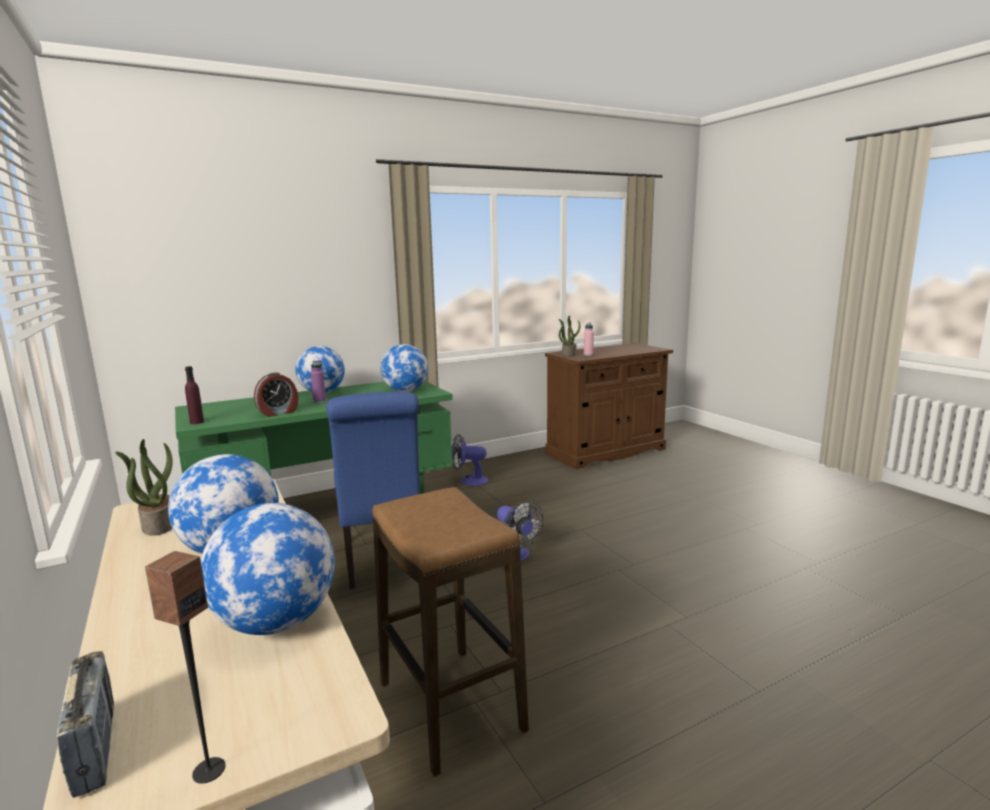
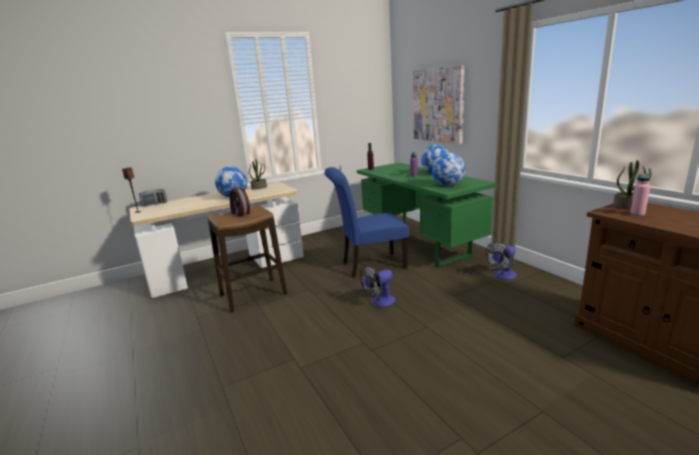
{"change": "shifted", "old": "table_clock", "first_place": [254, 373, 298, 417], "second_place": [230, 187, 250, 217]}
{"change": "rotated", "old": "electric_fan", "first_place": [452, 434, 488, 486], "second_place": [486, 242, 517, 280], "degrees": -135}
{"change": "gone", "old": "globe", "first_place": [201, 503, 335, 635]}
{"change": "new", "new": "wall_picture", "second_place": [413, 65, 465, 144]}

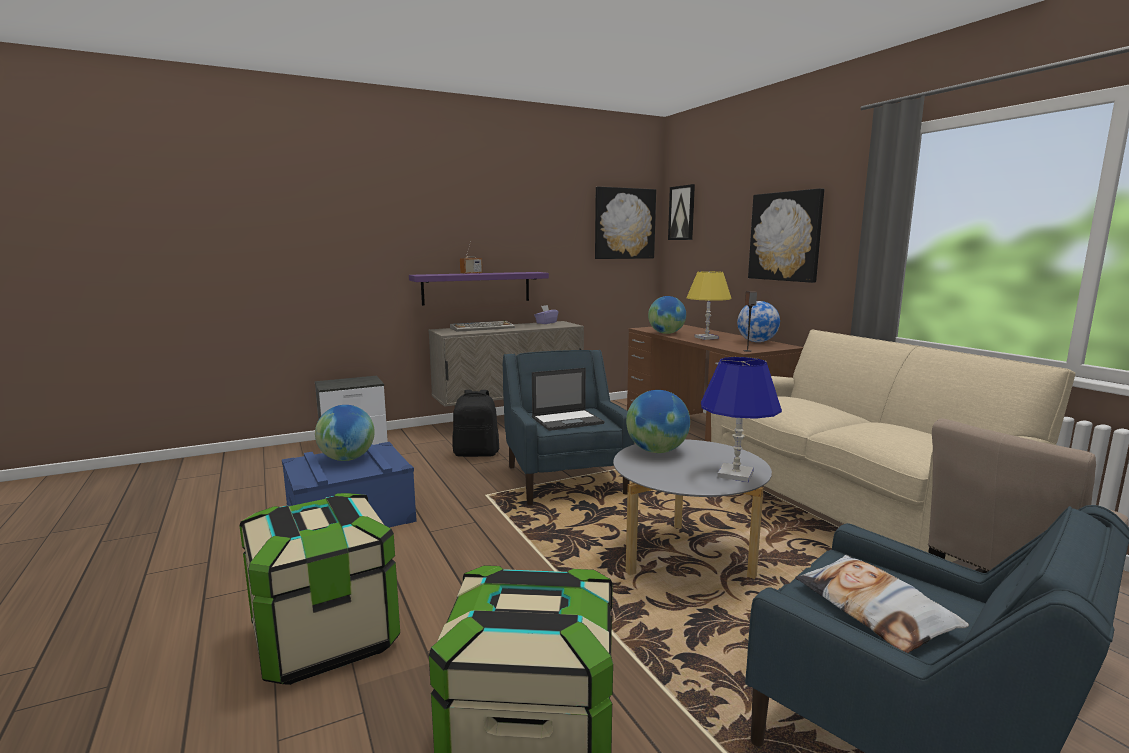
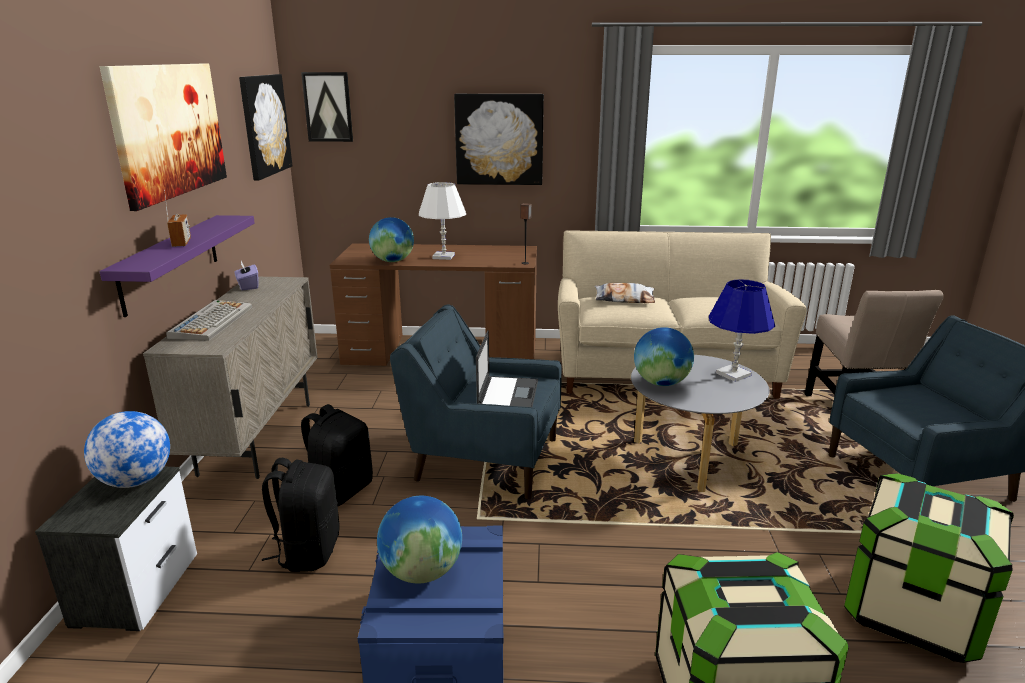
{"change": "repainted", "old": "yellow_table_lamp", "new": "white_table_lamp", "first_place": [687, 271, 731, 340], "second_place": [419, 182, 466, 260]}
{"change": "shifted", "old": "globe", "first_place": [737, 301, 780, 342], "second_place": [84, 411, 170, 488]}
{"change": "shifted", "old": "pillow", "first_place": [795, 555, 969, 653], "second_place": [595, 283, 655, 303]}
{"change": "new", "new": "wall_picture", "second_place": [100, 64, 227, 211]}
{"change": "new", "new": "blackish_backpack", "second_place": [262, 458, 340, 572]}

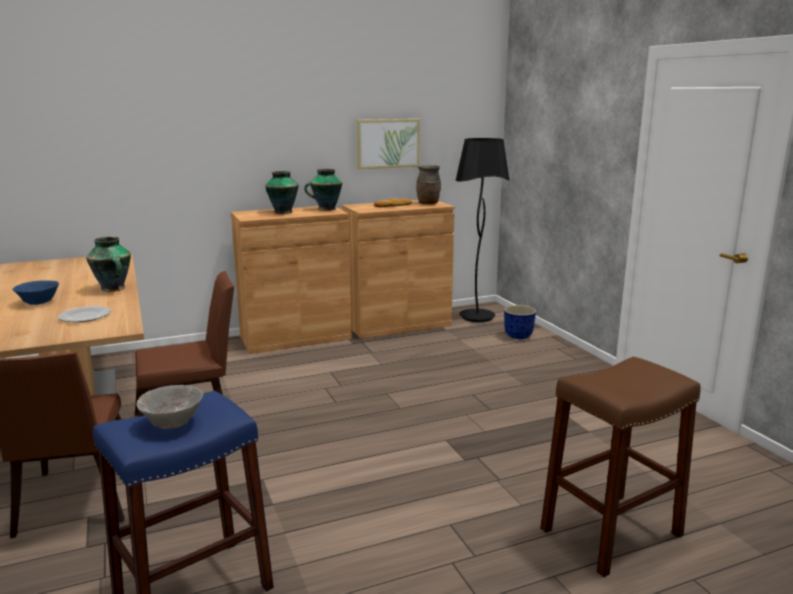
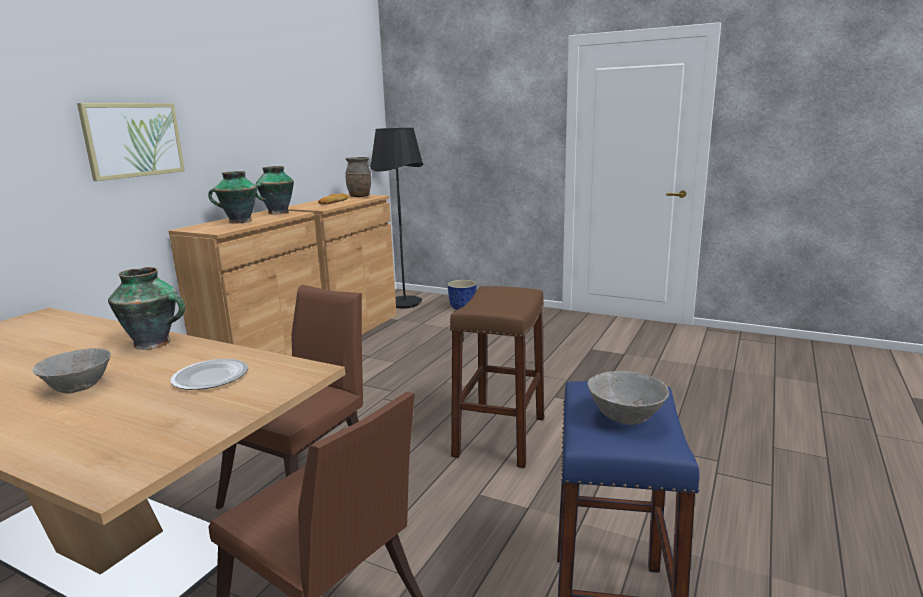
{"change": "shifted", "old": "wall_picture", "first_place": [356, 119, 420, 169], "second_place": [77, 103, 185, 181]}
{"change": "repainted", "old": "blue-coloured_serving_bowl", "new": "gray_serving_bowl", "first_place": [12, 280, 59, 305], "second_place": [33, 348, 111, 394]}
{"change": "shifted", "old": "brown-coloured_stool", "first_place": [540, 357, 701, 577], "second_place": [450, 286, 544, 468]}

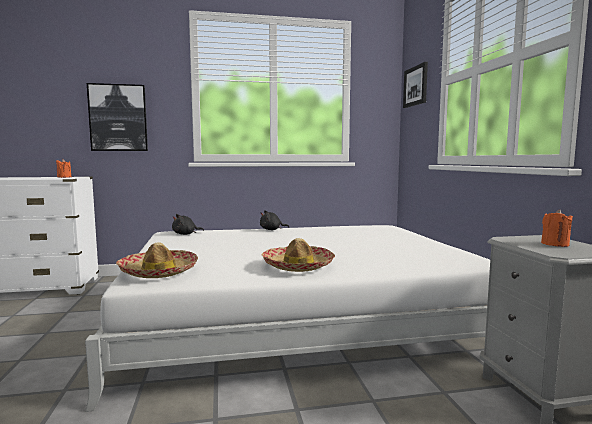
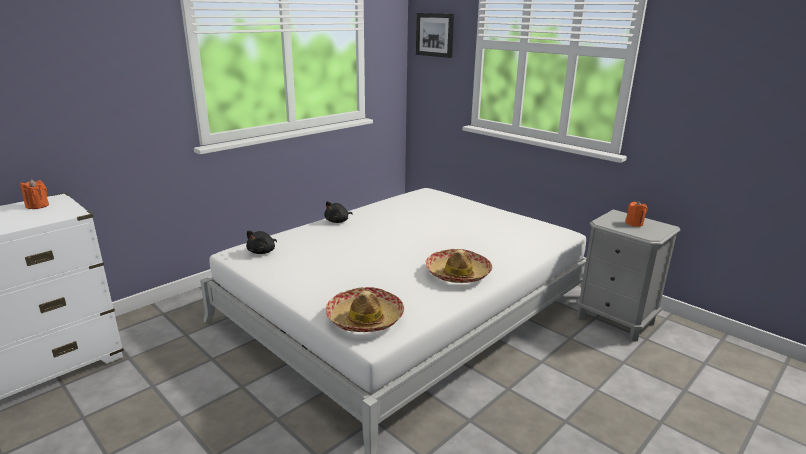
{"change": "gone", "old": "wall_picture", "first_place": [87, 83, 148, 151]}

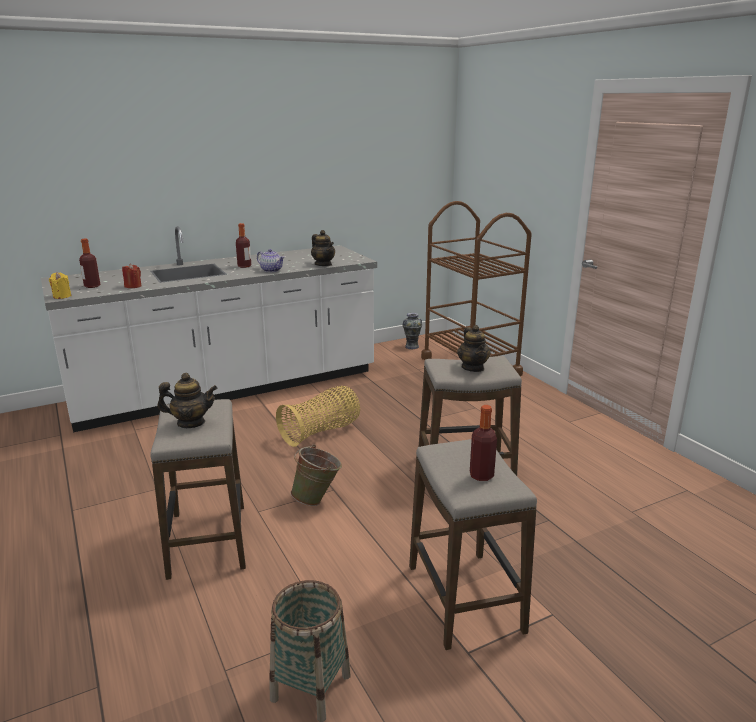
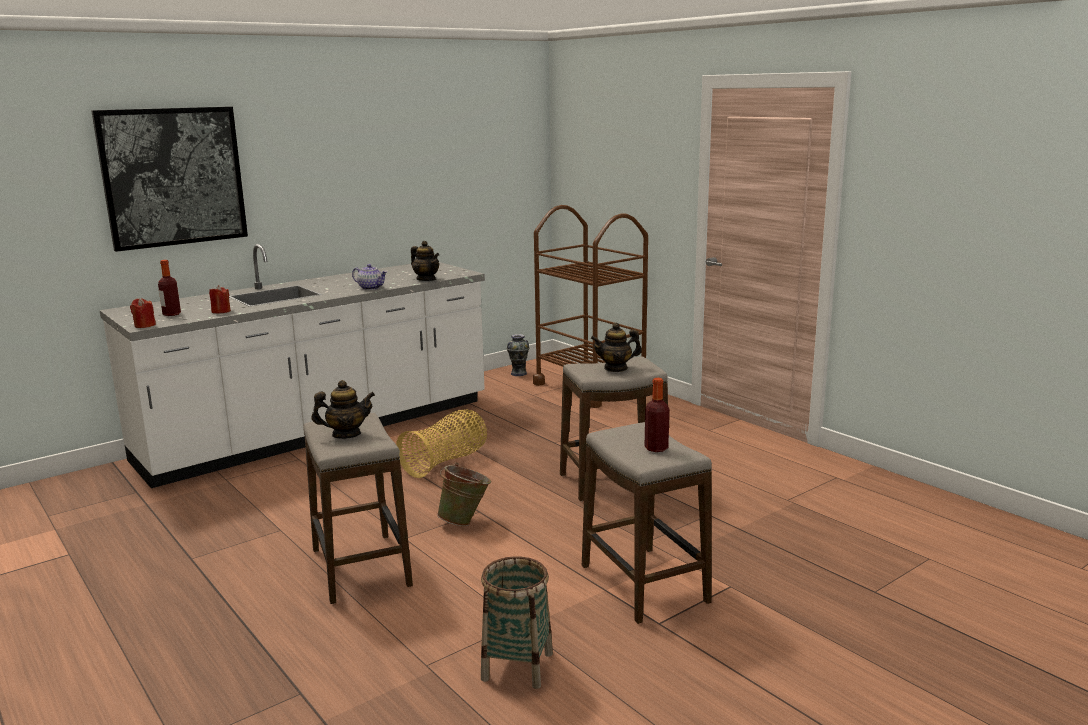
{"change": "gone", "old": "drink_bottle", "first_place": [236, 223, 251, 268]}
{"change": "repainted", "old": "yellow_candle", "new": "red-coloured_candle", "first_place": [49, 272, 71, 299], "second_place": [130, 298, 156, 328]}
{"change": "rotated", "old": "tea_pot", "first_place": [457, 325, 491, 372], "second_place": [591, 323, 642, 372], "degrees": 105}
{"change": "new", "new": "wall_picture", "second_place": [91, 107, 248, 252]}

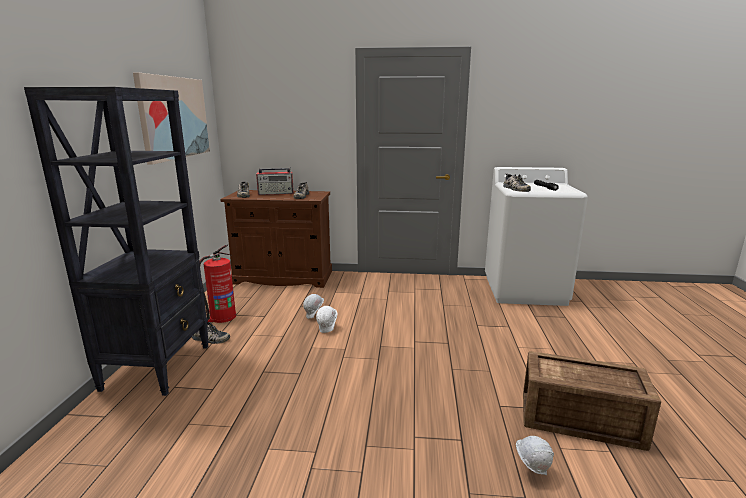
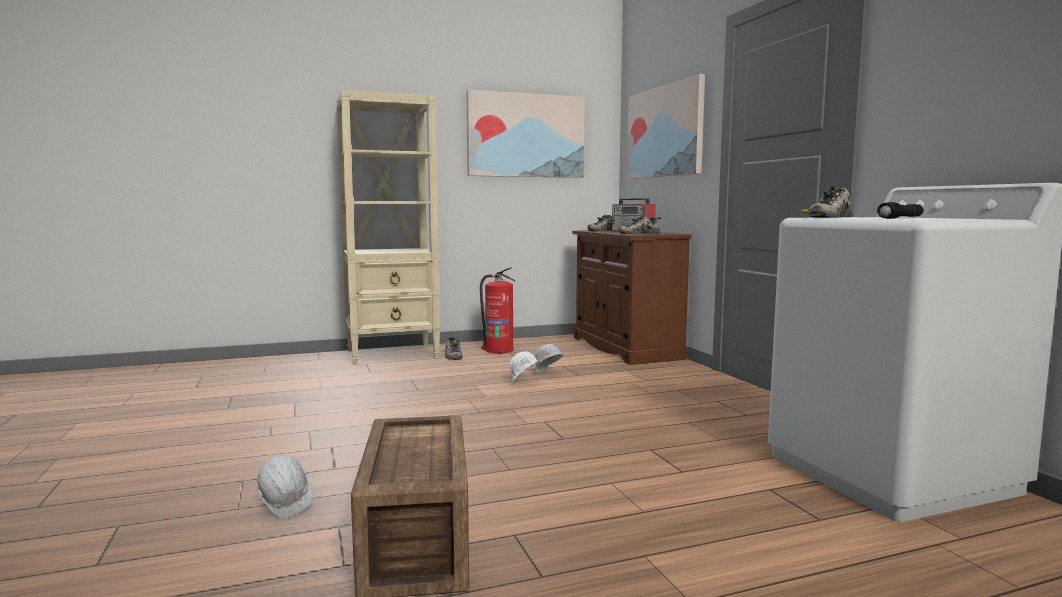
{"change": "repainted", "old": "blackish_bookshelf", "new": "beige_bookshelf", "first_place": [24, 87, 209, 396], "second_place": [337, 90, 440, 365]}
{"change": "new", "new": "wall_picture", "second_place": [627, 74, 705, 179]}

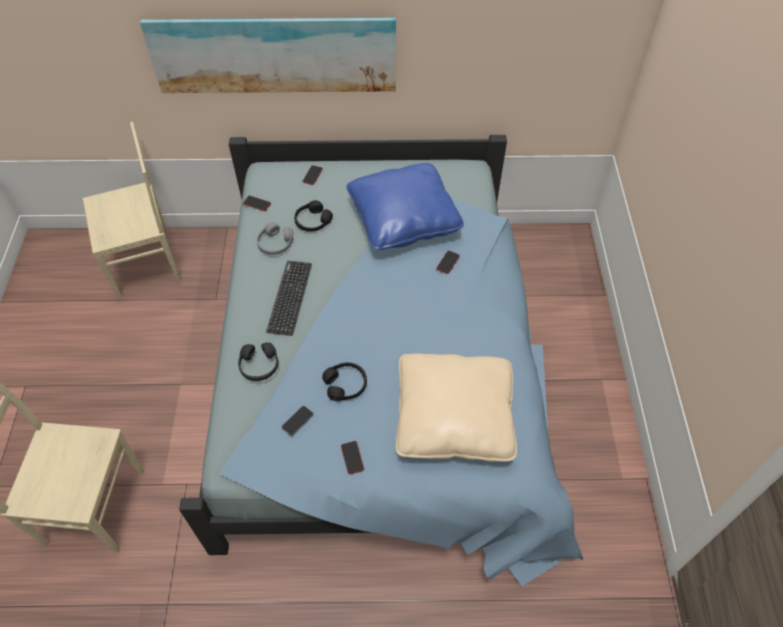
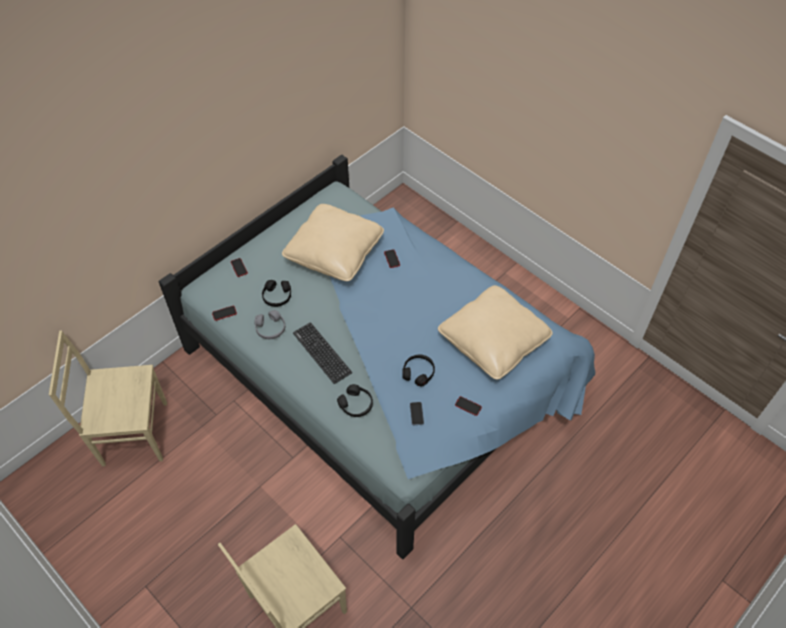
{"change": "gone", "old": "wall_picture", "first_place": [140, 18, 396, 93]}
{"change": "rotated", "old": "beige_plain_chair", "first_place": [83, 122, 181, 299], "second_place": [49, 330, 167, 466], "degrees": -120}
{"change": "repainted", "old": "blue-coloured_pillow", "new": "beige_pillow", "first_place": [346, 163, 464, 250], "second_place": [282, 204, 384, 281]}

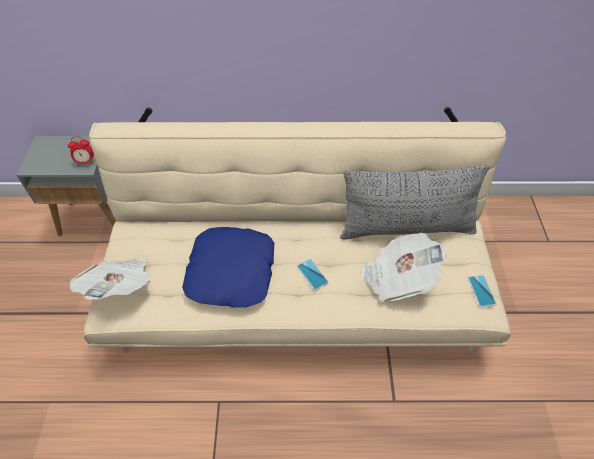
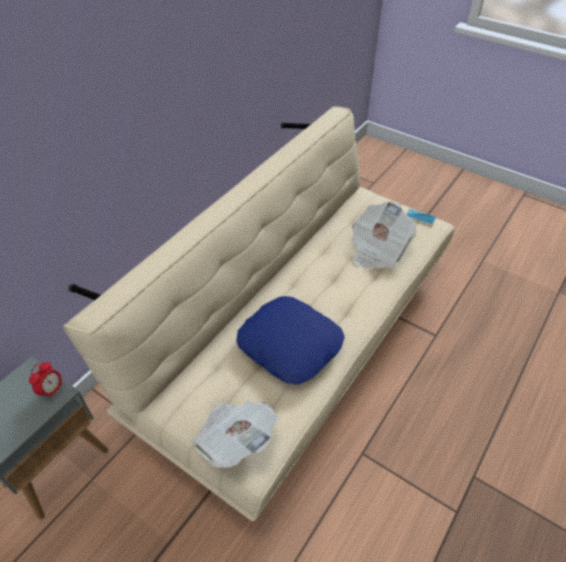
{"change": "gone", "old": "gray_pillow", "first_place": [340, 165, 490, 240]}
{"change": "gone", "old": "handset", "first_place": [297, 259, 329, 290]}

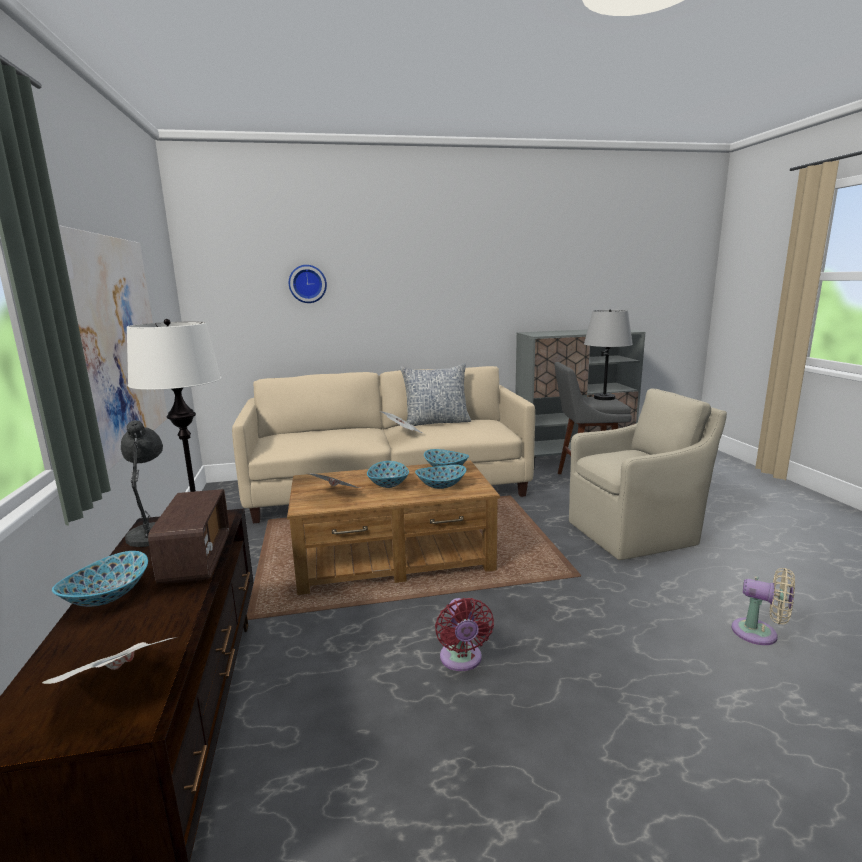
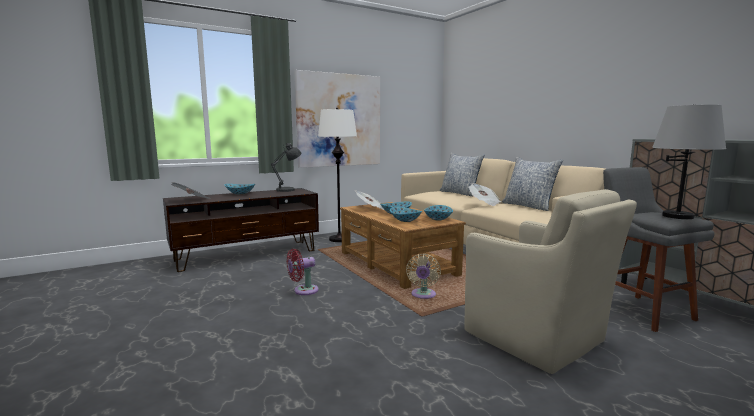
{"change": "gone", "old": "hanging_clock", "first_place": [289, 265, 327, 303]}
{"change": "gone", "old": "radio_receiver", "first_place": [148, 489, 229, 584]}
{"change": "shifted", "old": "beige_electric_fan", "first_place": [731, 568, 795, 645], "second_place": [406, 254, 441, 299]}
{"change": "new", "new": "pillow", "second_place": [440, 153, 485, 196]}

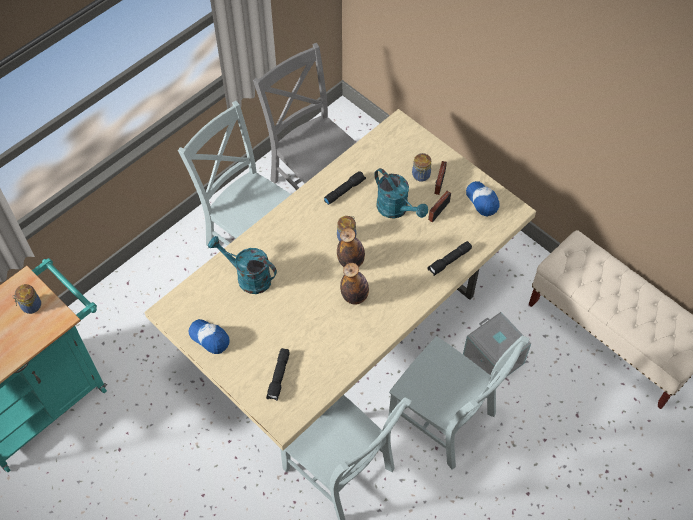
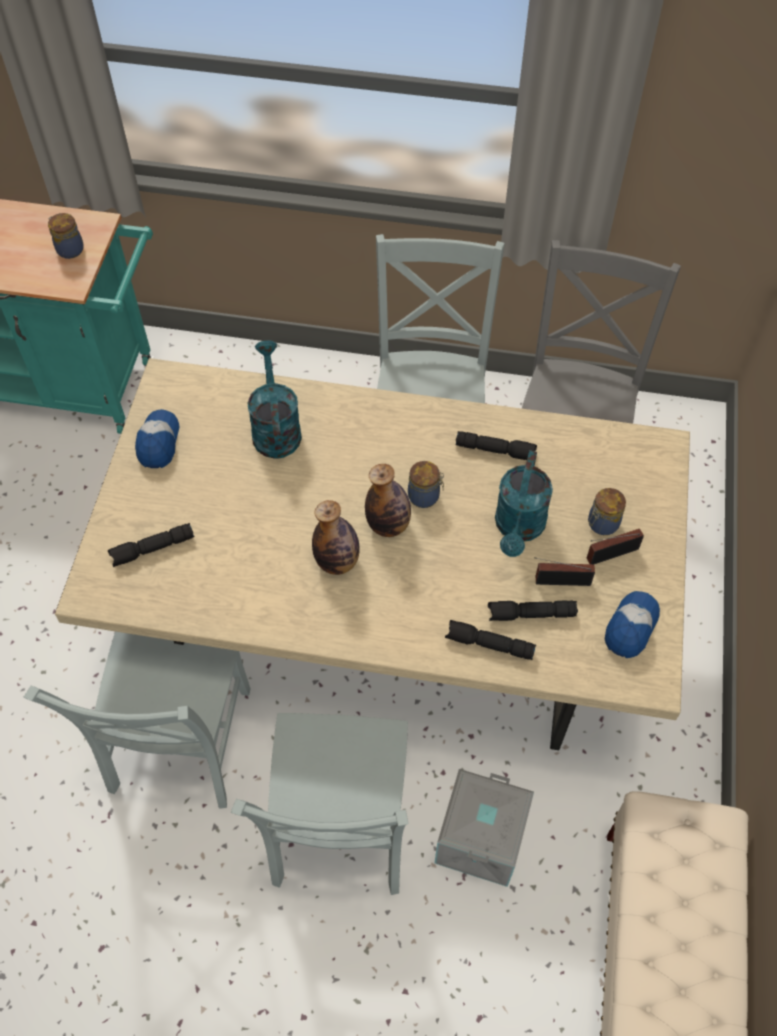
{"change": "new", "new": "blackish_torch", "second_place": [488, 600, 578, 621]}

